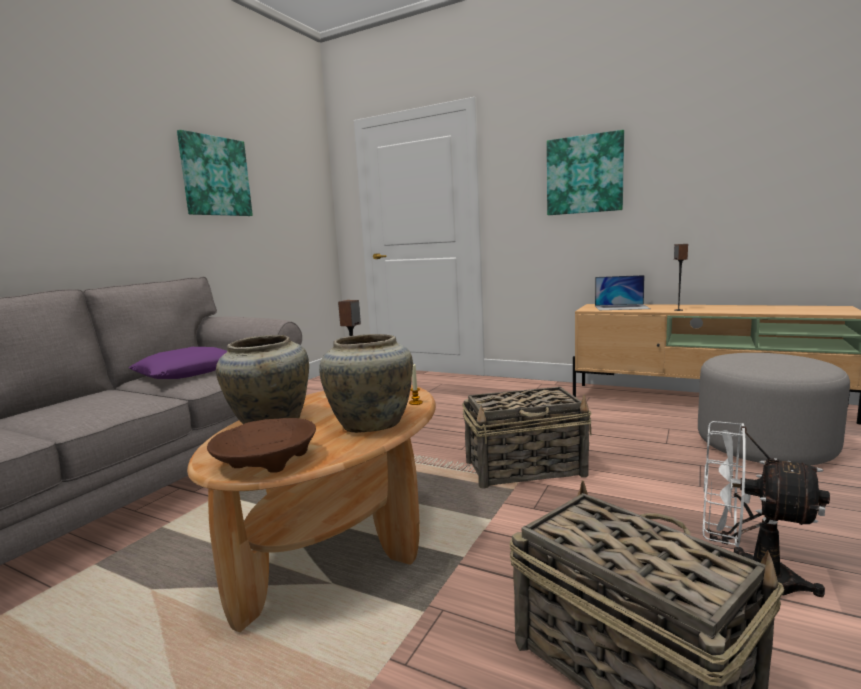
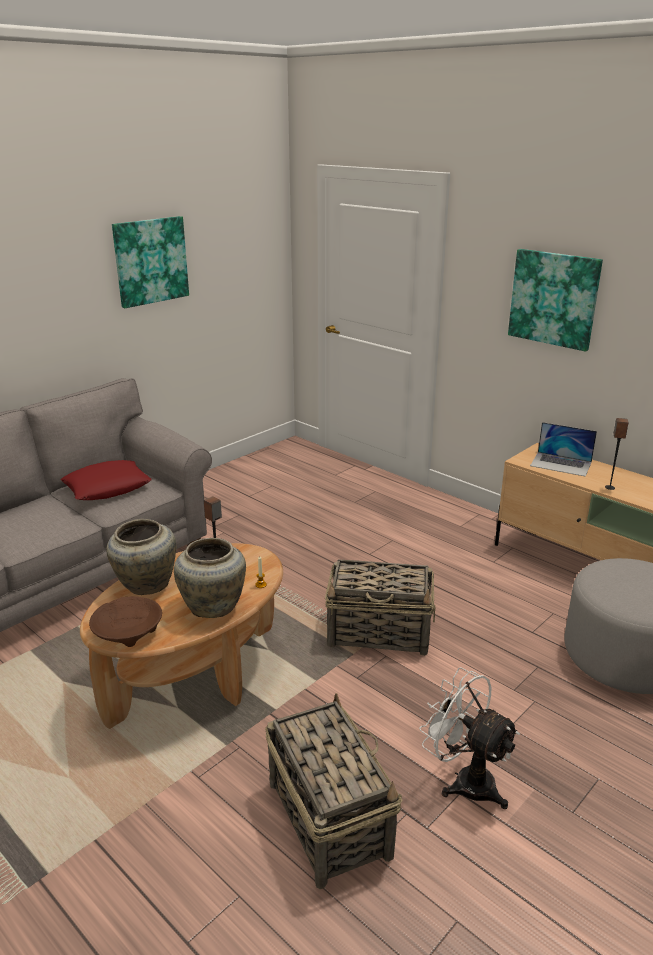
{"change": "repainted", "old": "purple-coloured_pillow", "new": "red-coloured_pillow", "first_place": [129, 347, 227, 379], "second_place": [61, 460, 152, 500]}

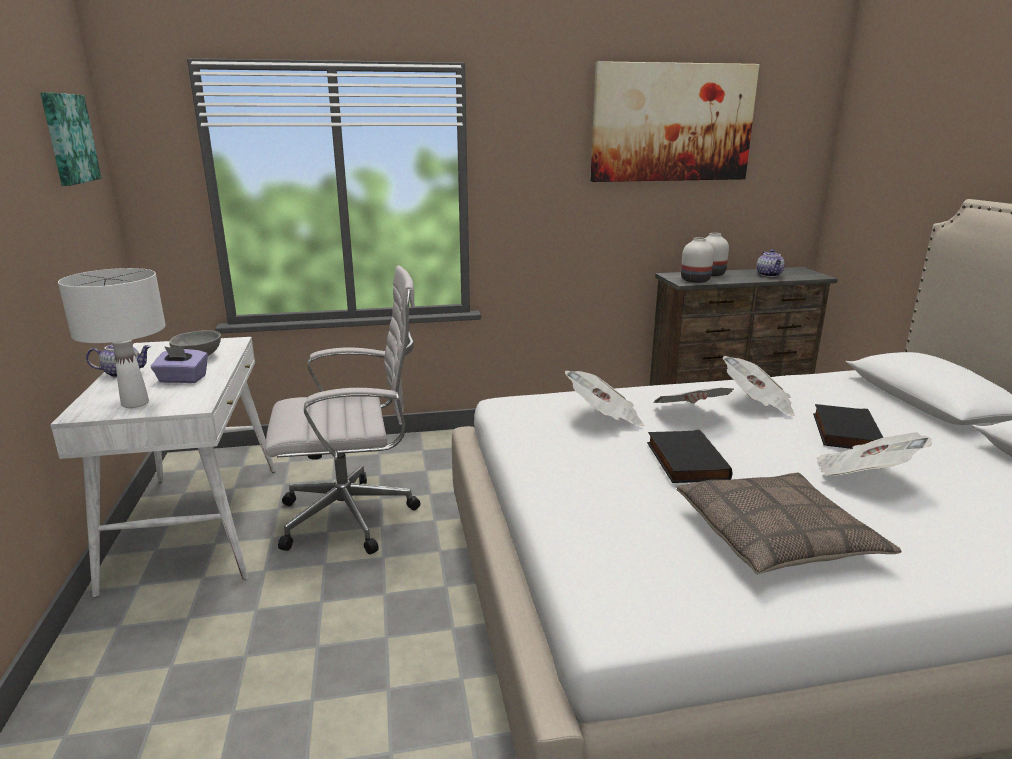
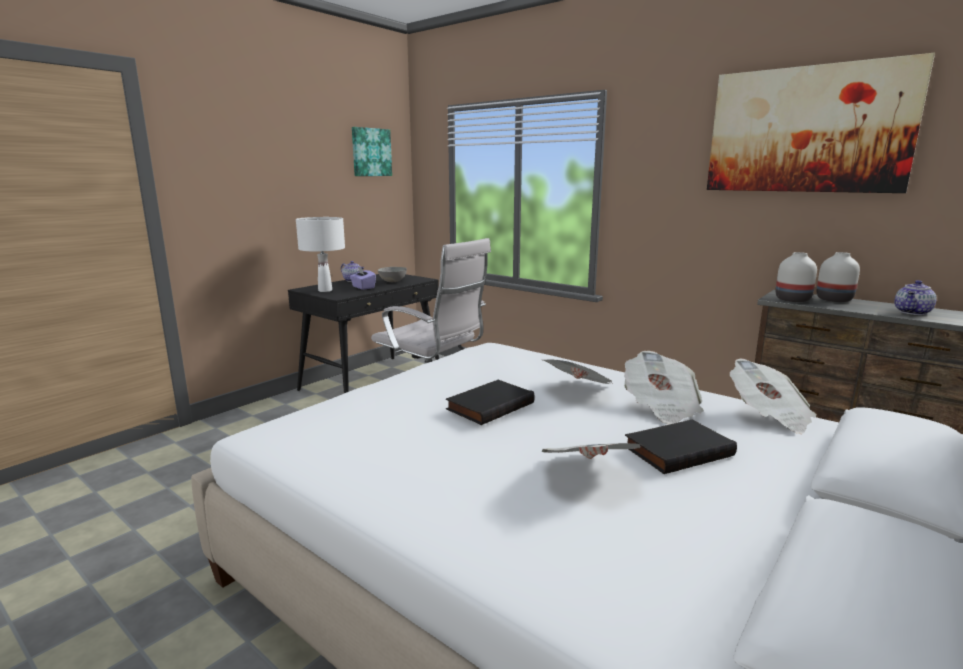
{"change": "repainted", "old": "white_desk_unit", "new": "blackish_desk_unit", "first_place": [50, 337, 276, 597], "second_place": [288, 274, 439, 393]}
{"change": "shifted", "old": "newspaper", "first_place": [565, 371, 645, 426], "second_place": [730, 359, 816, 435]}
{"change": "gone", "old": "pillow", "first_place": [676, 473, 902, 574]}

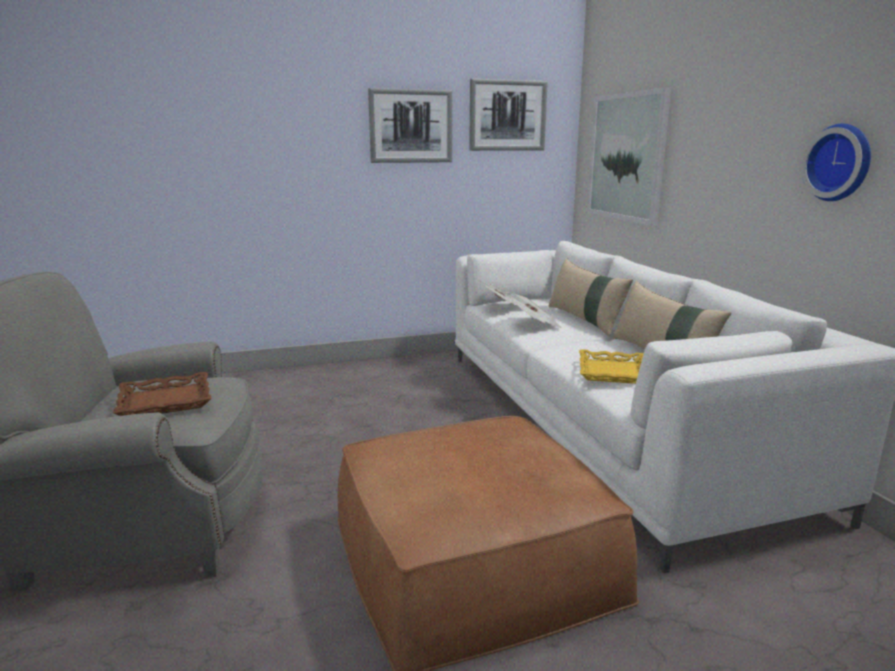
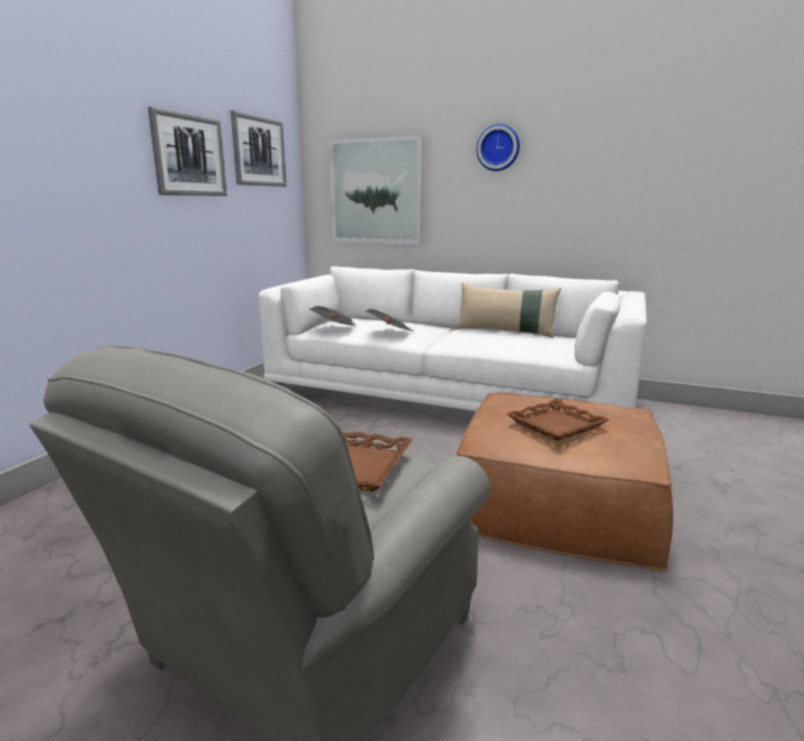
{"change": "shifted", "old": "hanging_clock", "first_place": [801, 124, 871, 201], "second_place": [476, 124, 520, 171]}
{"change": "gone", "old": "beige_pillow", "first_place": [549, 258, 633, 336]}
{"change": "gone", "old": "yellow_serving_tray", "first_place": [579, 349, 643, 384]}
{"change": "new", "new": "brown-coloured_serving_tray", "second_place": [506, 399, 609, 441]}

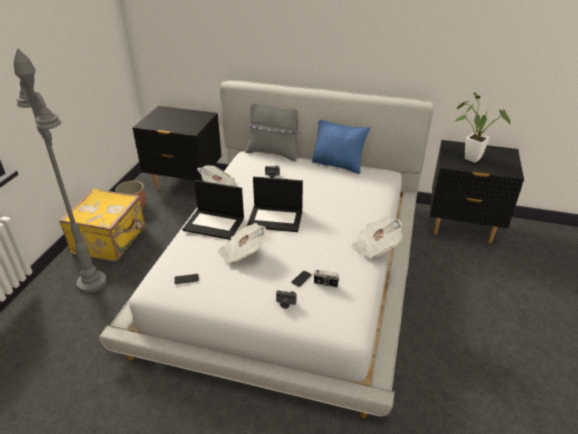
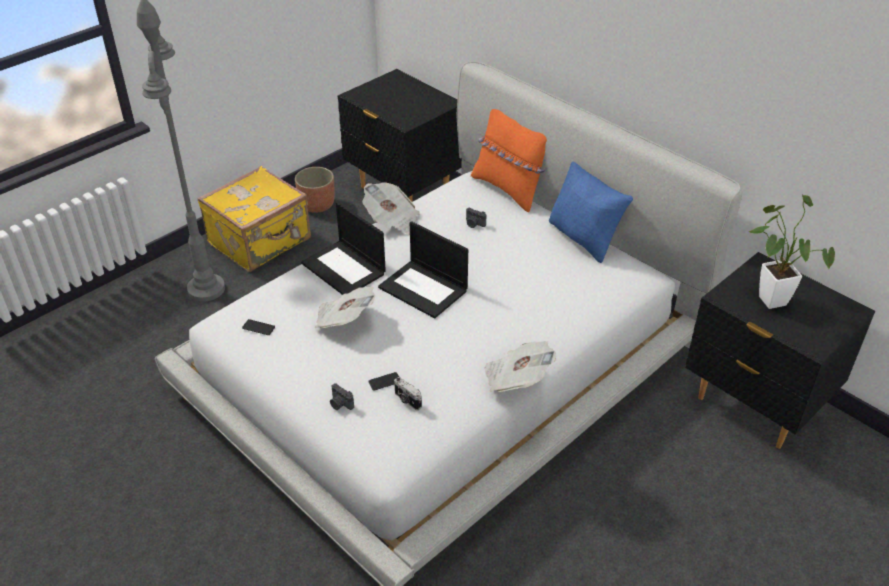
{"change": "repainted", "old": "gray_pillow", "new": "orange-coloured_pillow", "first_place": [245, 104, 300, 161], "second_place": [471, 109, 547, 212]}

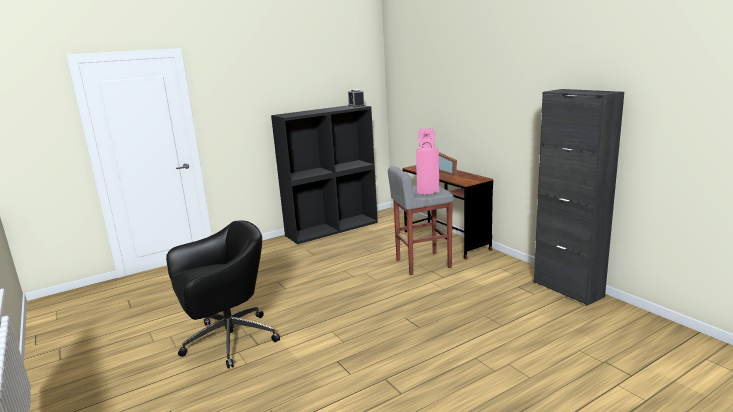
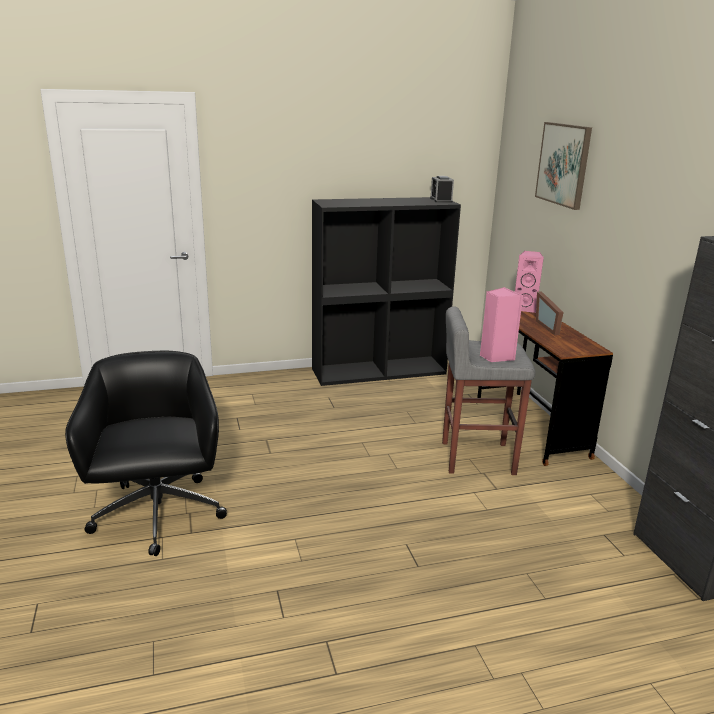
{"change": "rotated", "old": "blackish_desk_chair", "first_place": [166, 220, 280, 368], "second_place": [65, 351, 227, 556], "degrees": -90}
{"change": "new", "new": "wall_picture", "second_place": [535, 122, 592, 210]}

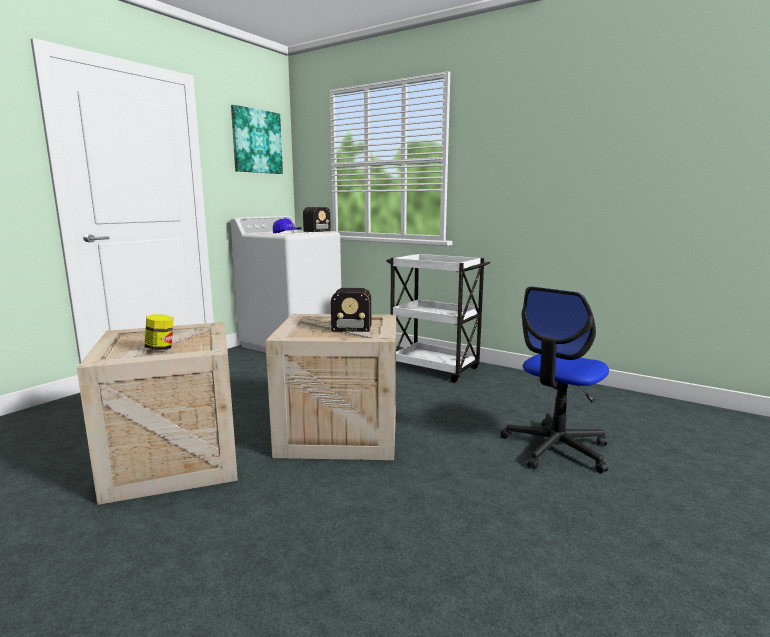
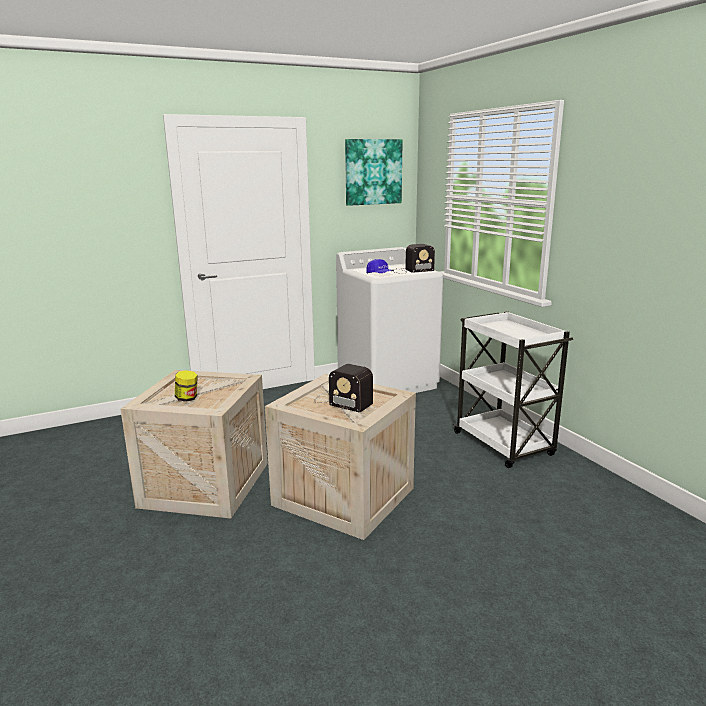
{"change": "gone", "old": "desk_chair", "first_place": [500, 287, 609, 473]}

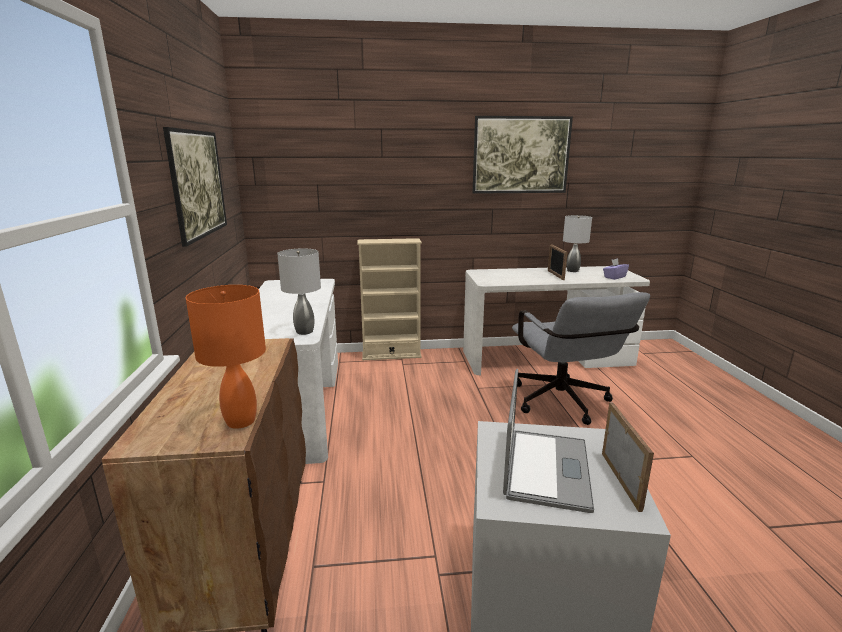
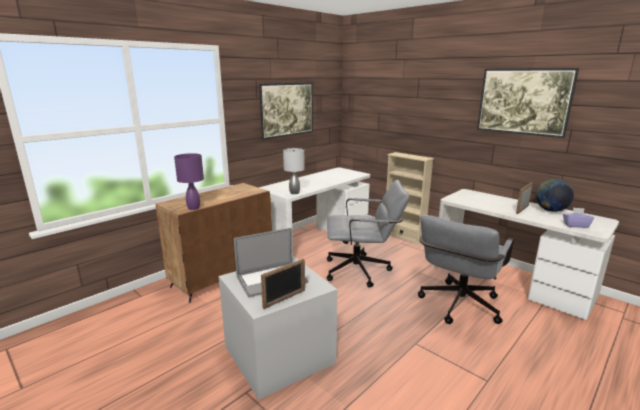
{"change": "swapped", "old": "gray_table_lamp", "new": "globe", "first_place": [563, 215, 592, 272], "second_place": [536, 179, 574, 212]}
{"change": "repainted", "old": "orange-coloured_table_lamp", "new": "purple-coloured_table_lamp", "first_place": [186, 285, 266, 429], "second_place": [174, 153, 204, 210]}
{"change": "new", "new": "gray_desk_chair", "second_place": [326, 180, 410, 288]}

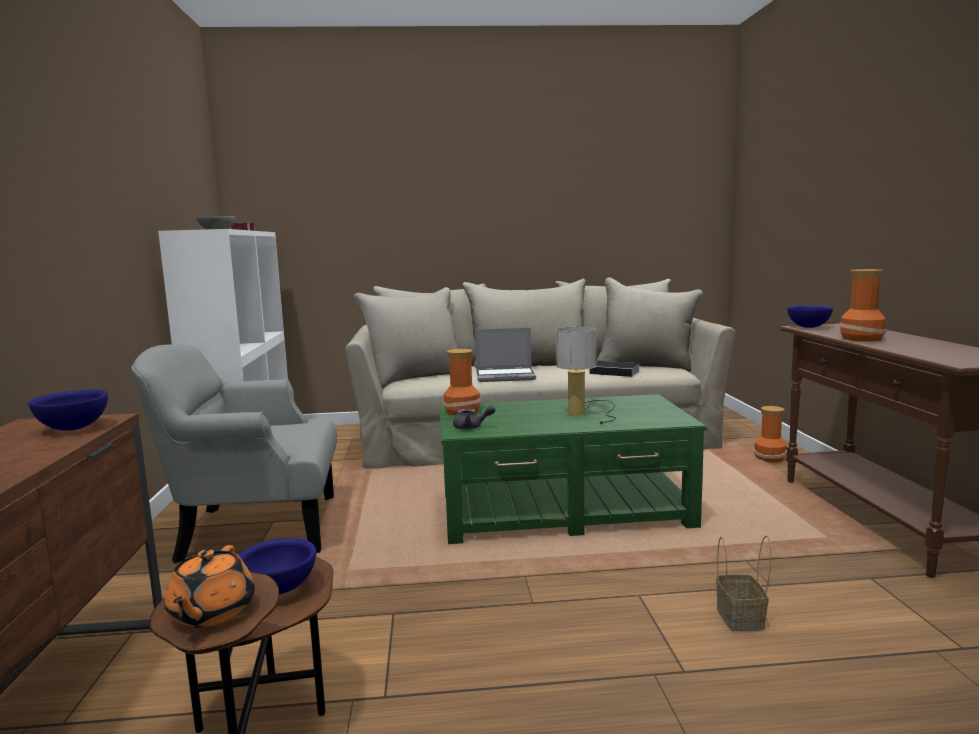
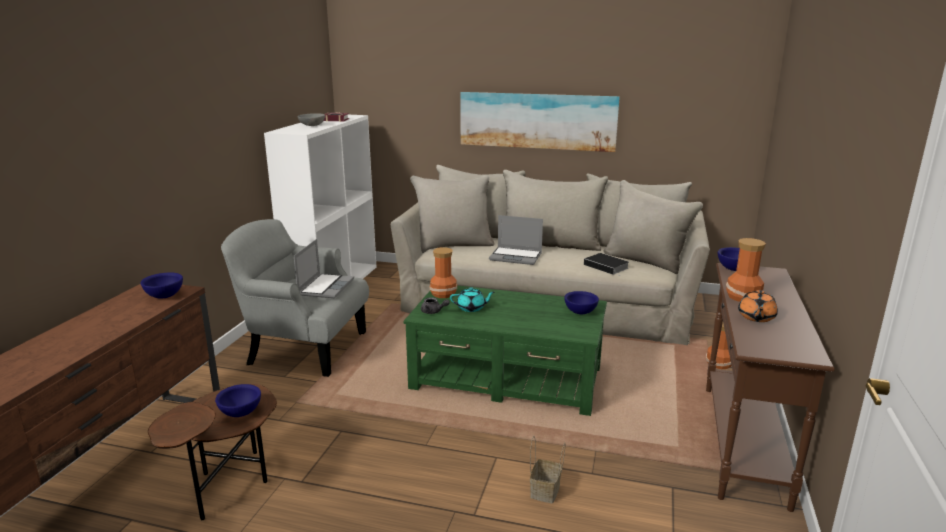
{"change": "gone", "old": "table_lamp", "first_place": [556, 327, 616, 424]}
{"change": "shifted", "old": "orange-coloured_tea_pot", "first_place": [165, 545, 255, 628], "second_place": [738, 290, 778, 322]}
{"change": "new", "new": "wall_picture", "second_place": [460, 92, 620, 152]}
{"change": "new", "new": "portable_computer", "second_place": [294, 239, 354, 298]}
{"change": "new", "new": "turquoise-coloured_tea_pot", "second_place": [450, 287, 495, 312]}
{"change": "new", "new": "blue-coloured_serving_bowl", "second_place": [564, 291, 599, 314]}

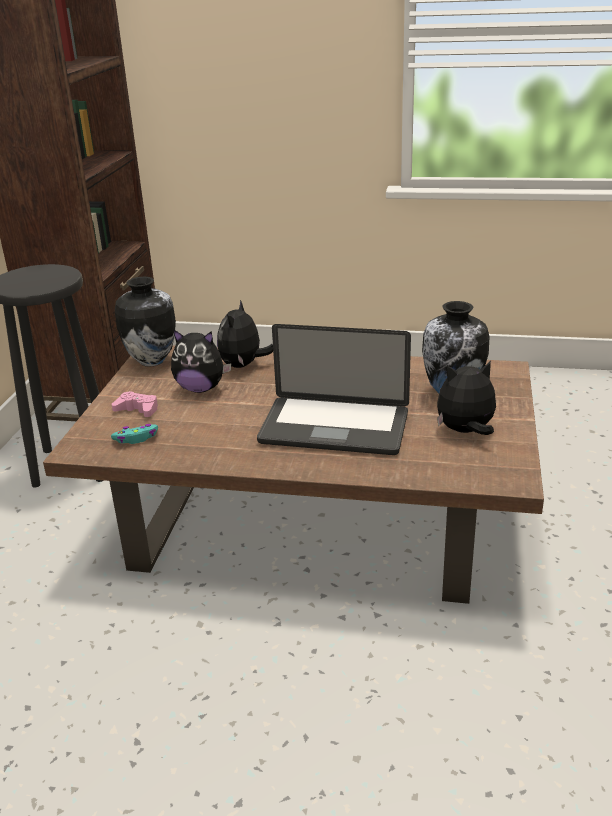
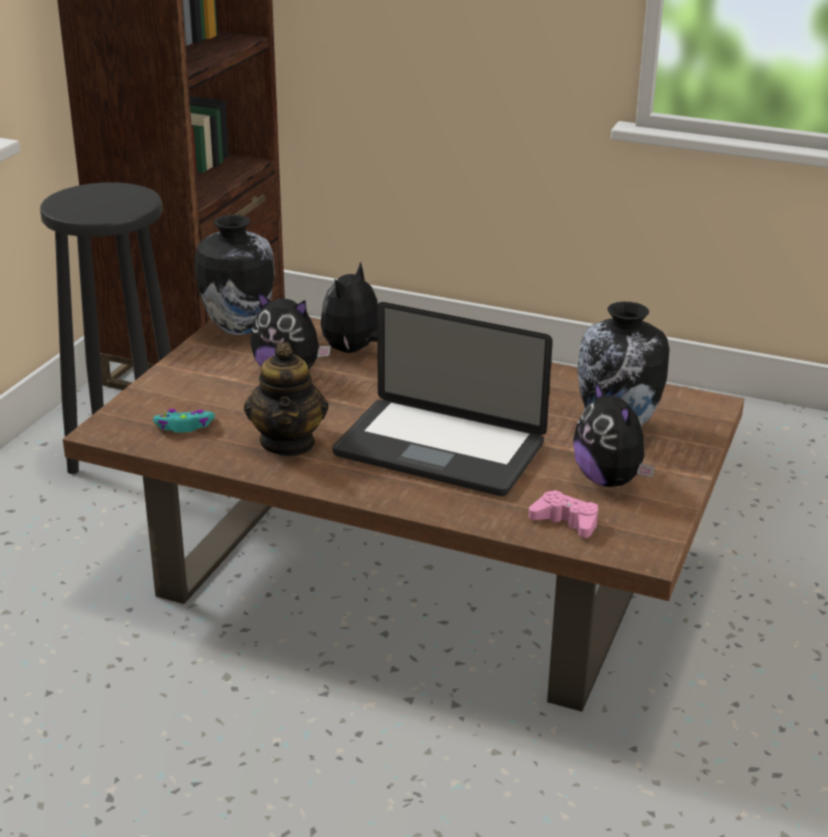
{"change": "rotated", "old": "soft_toy", "first_place": [437, 361, 496, 435], "second_place": [573, 380, 655, 487], "degrees": -120}
{"change": "shifted", "old": "pink_game_controller", "first_place": [111, 391, 158, 417], "second_place": [529, 490, 598, 538]}
{"change": "new", "new": "tea_pot", "second_place": [244, 342, 328, 456]}

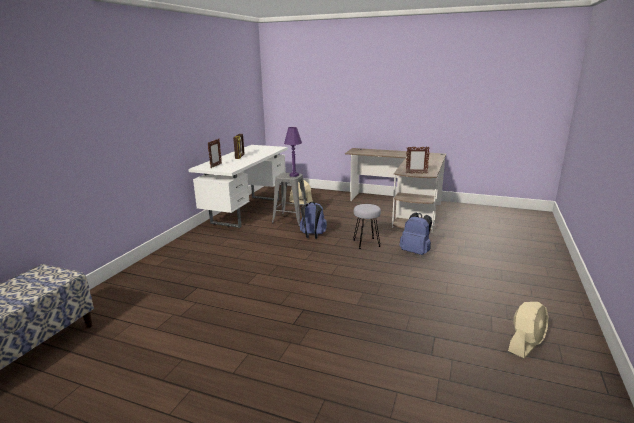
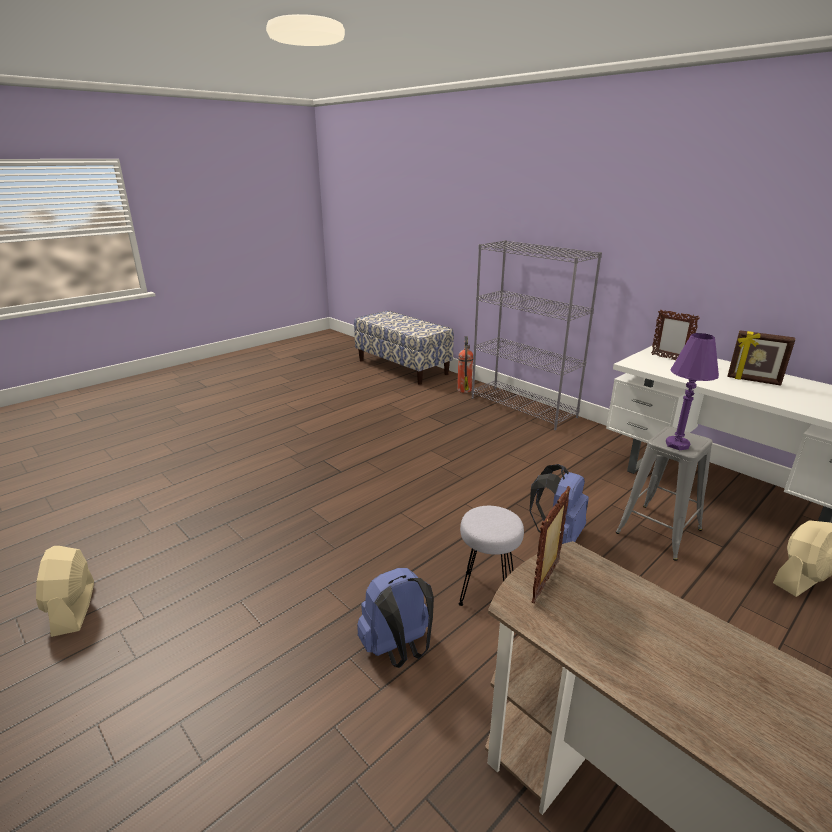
{"change": "new", "new": "gray_bookshelf", "second_place": [472, 240, 602, 430]}
{"change": "new", "new": "fire_extinguisher", "second_place": [457, 336, 473, 393]}

